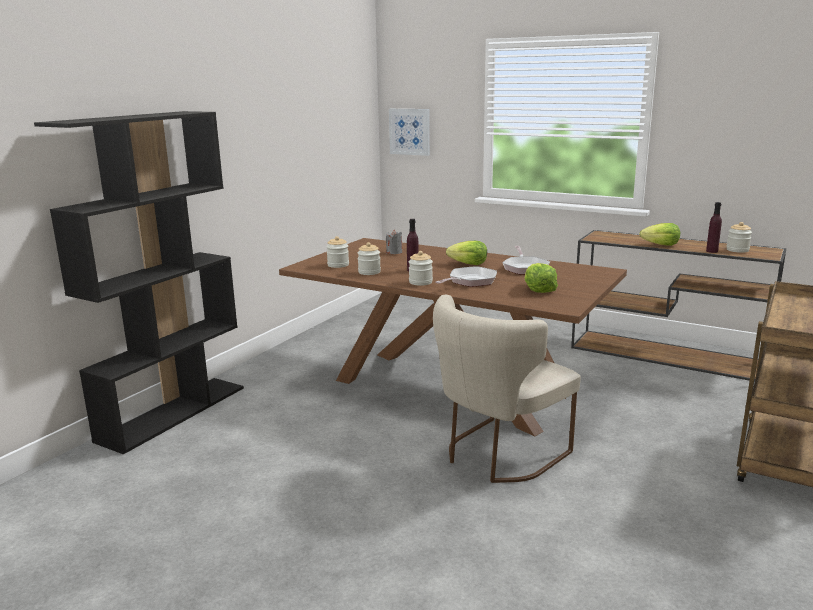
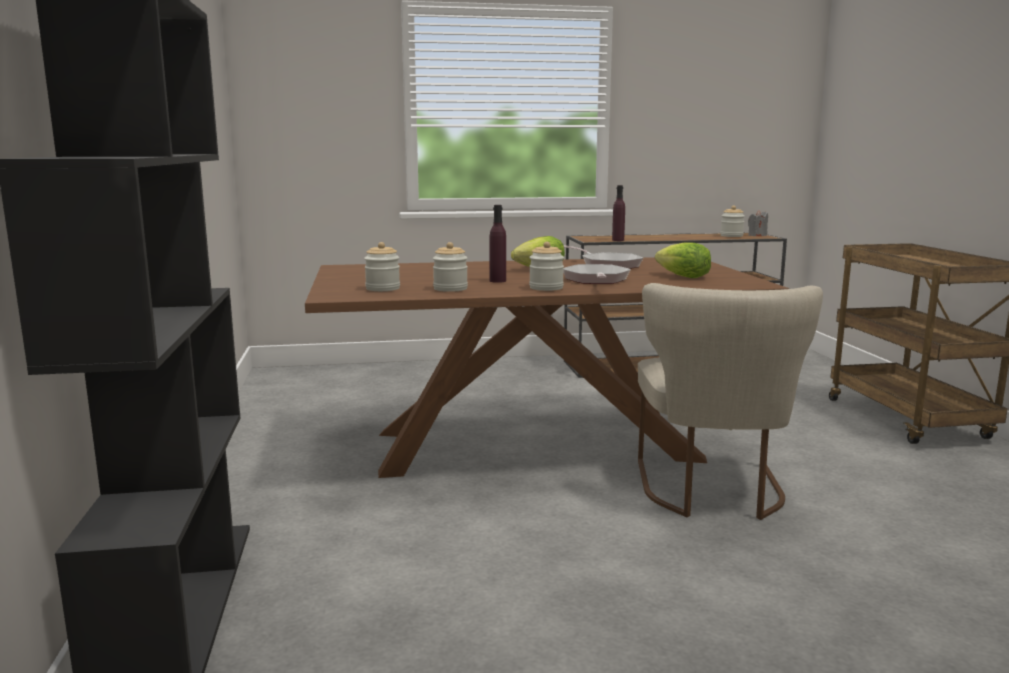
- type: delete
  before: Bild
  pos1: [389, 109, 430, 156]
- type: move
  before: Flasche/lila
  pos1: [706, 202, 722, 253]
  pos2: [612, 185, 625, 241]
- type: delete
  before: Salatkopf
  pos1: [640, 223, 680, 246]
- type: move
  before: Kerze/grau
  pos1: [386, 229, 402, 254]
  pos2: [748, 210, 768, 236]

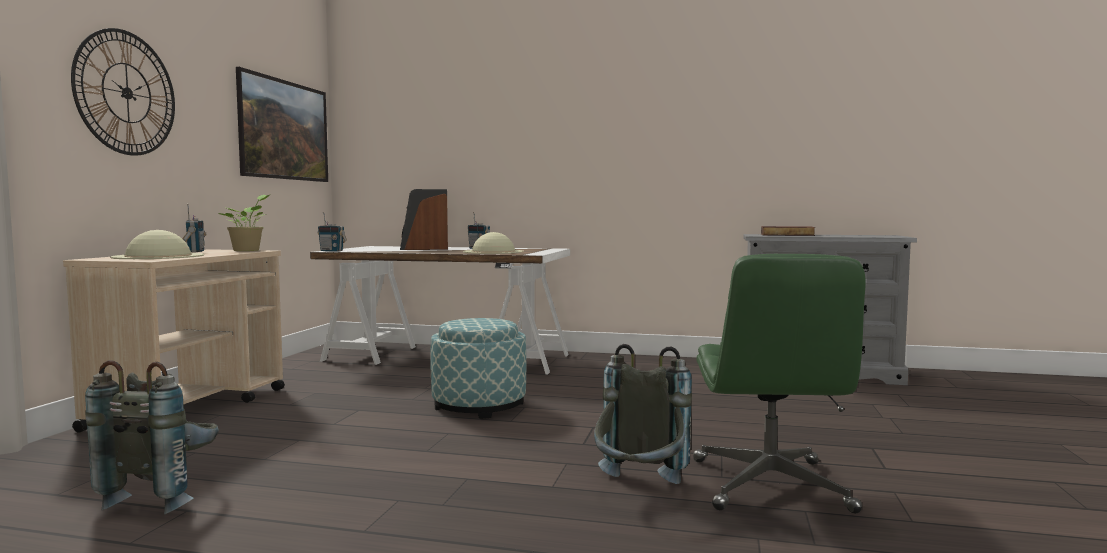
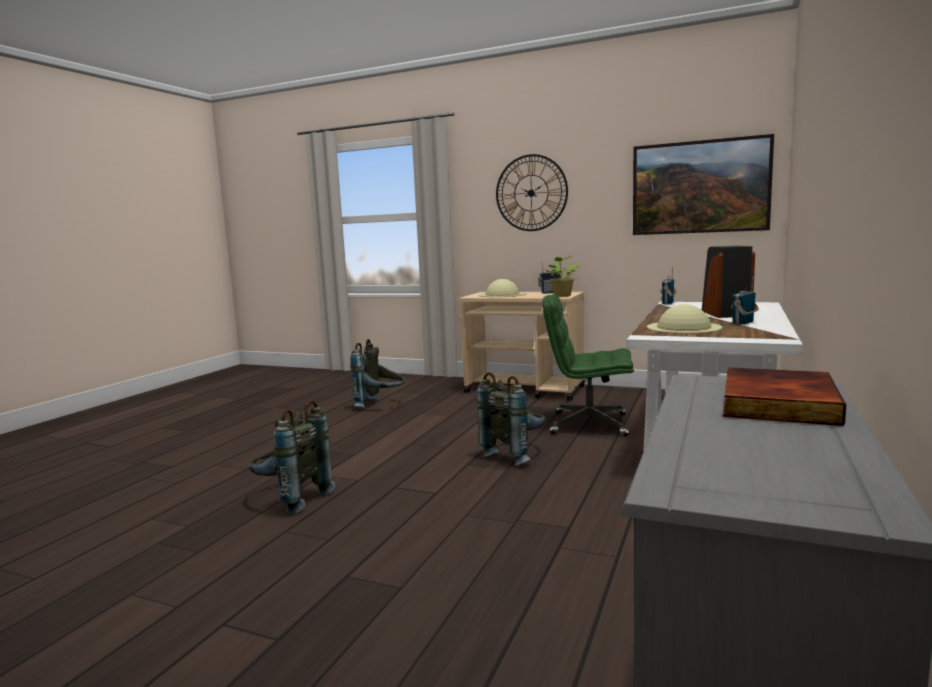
- type: move
  before: Bürostuhl/grün
  pos1: [693, 254, 866, 514]
  pos2: [542, 294, 634, 437]
- type: replace
  before: Polsterhocker
  after: Rucksack/grau
  pos1: [431, 318, 526, 419]
  pos2: [477, 372, 546, 465]

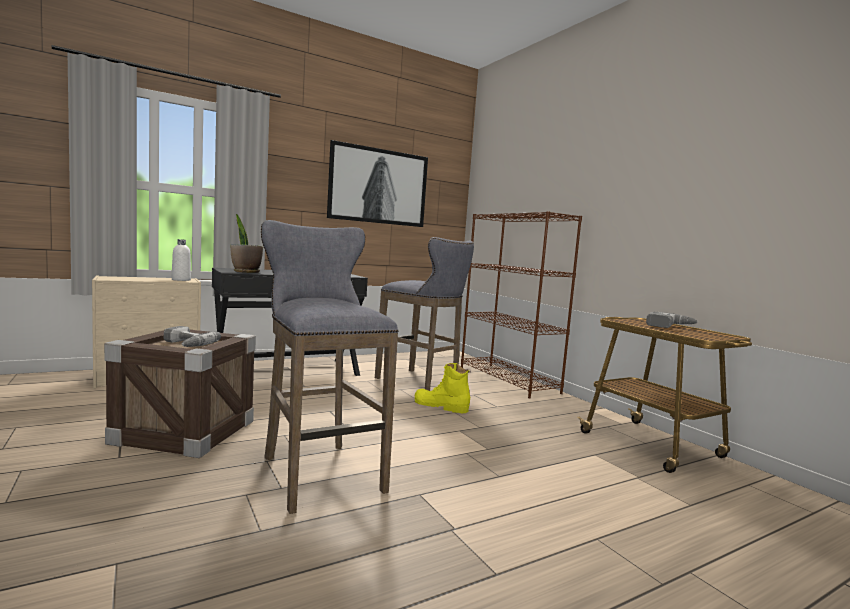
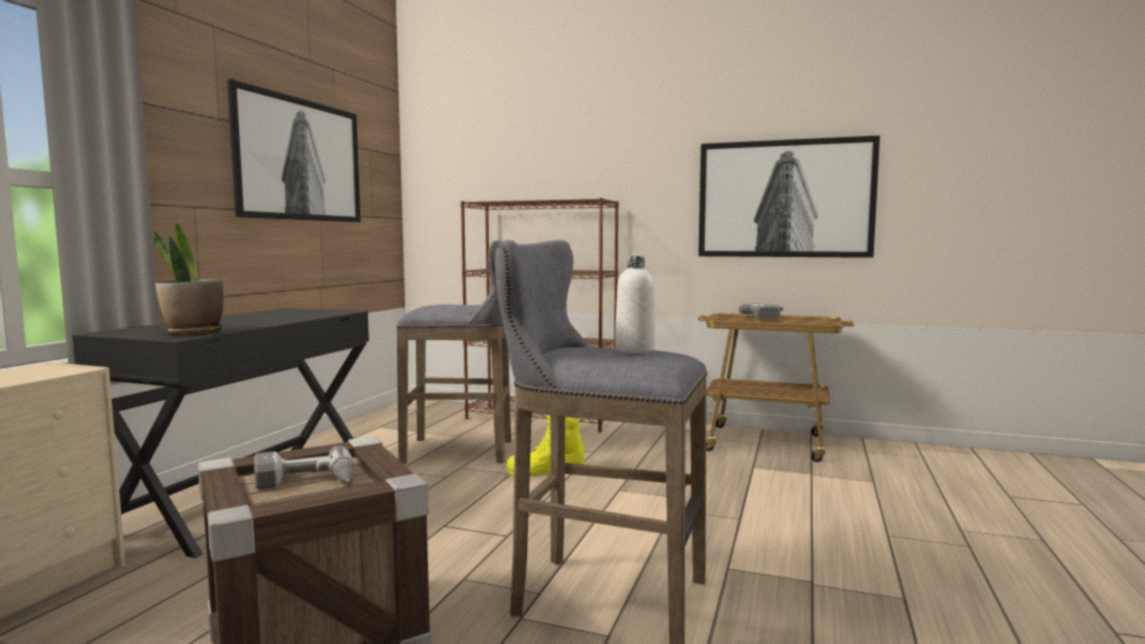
- type: move
  before: Flasche/weiß
  pos1: [172, 239, 191, 281]
  pos2: [615, 256, 656, 353]
- type: insert
  after: Bild
  pos2: [698, 135, 880, 258]

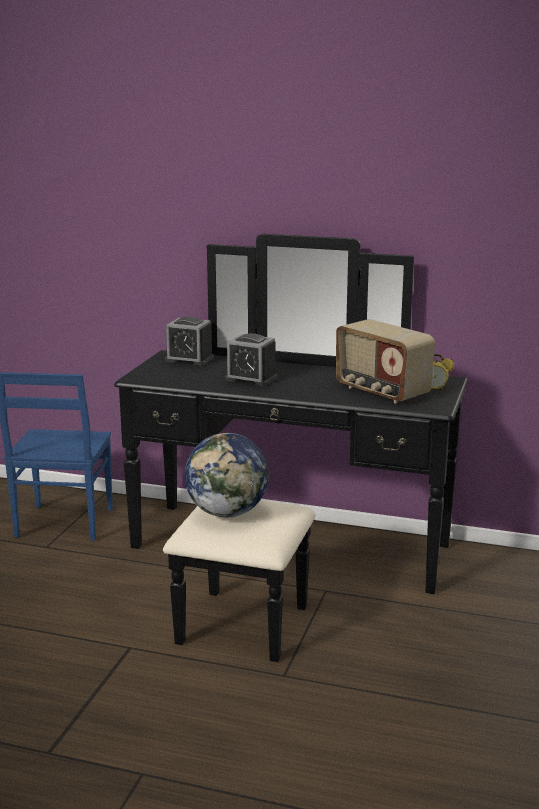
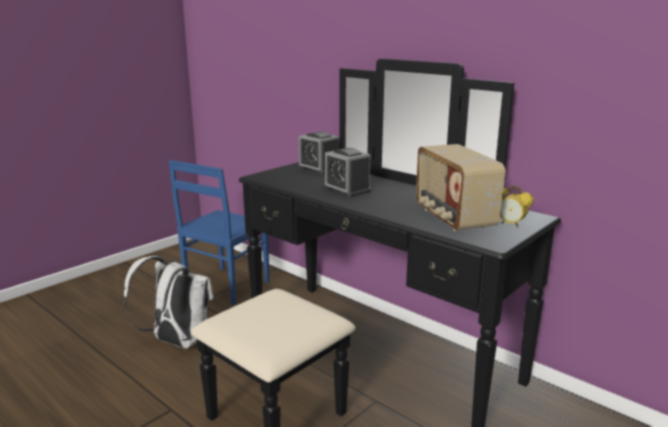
- type: delete
  before: Globus
  pos1: [185, 433, 269, 518]
- type: insert
  after: Rucksack/weiß
  pos2: [123, 256, 214, 348]

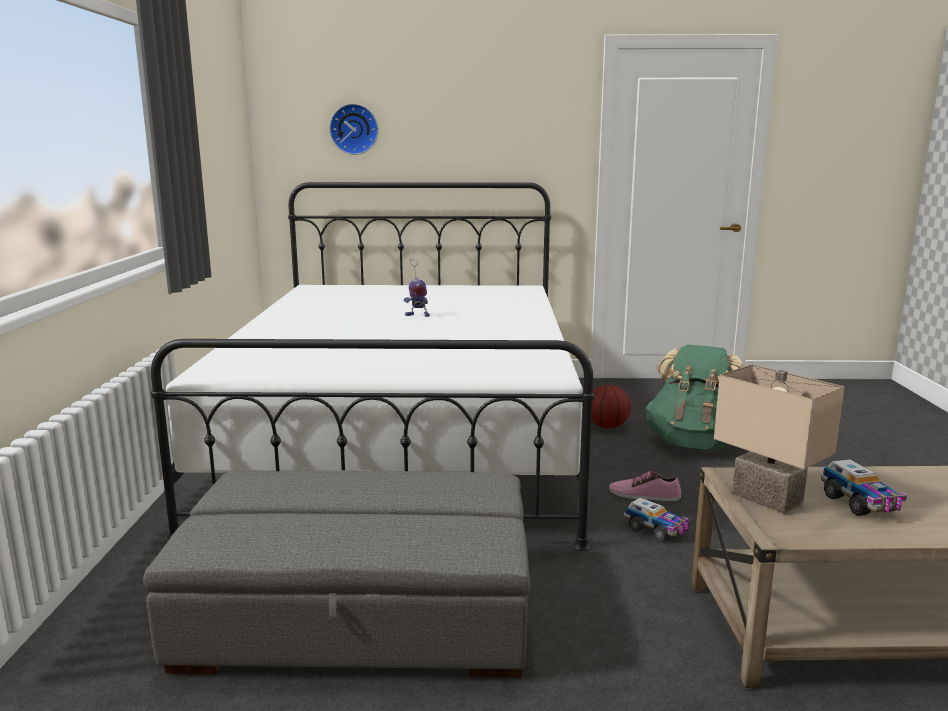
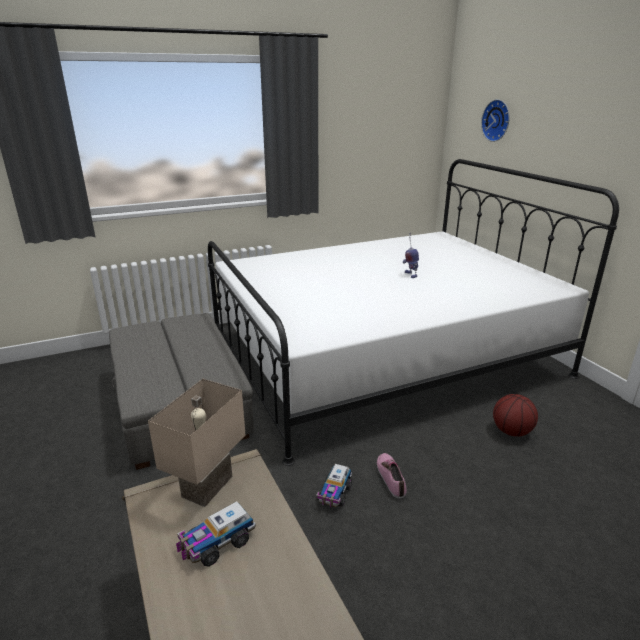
- type: delete
  before: Rucksack/grün
  pos1: [645, 344, 744, 450]

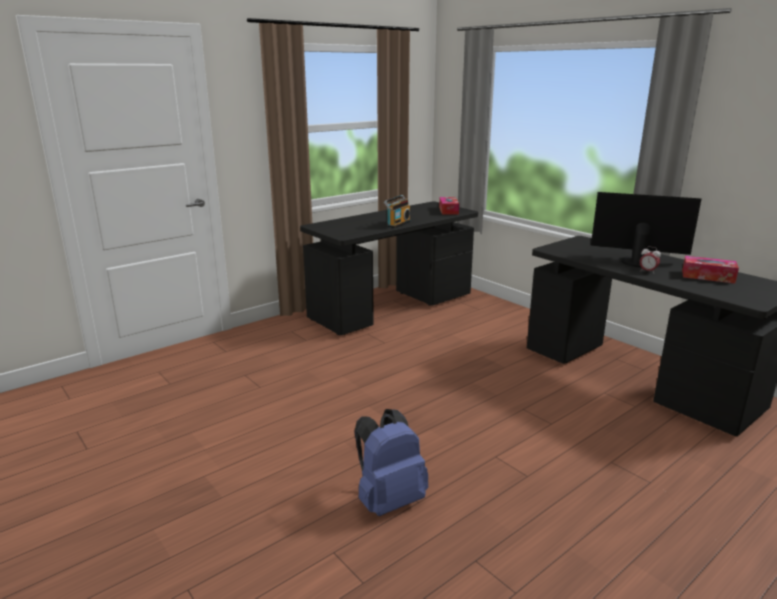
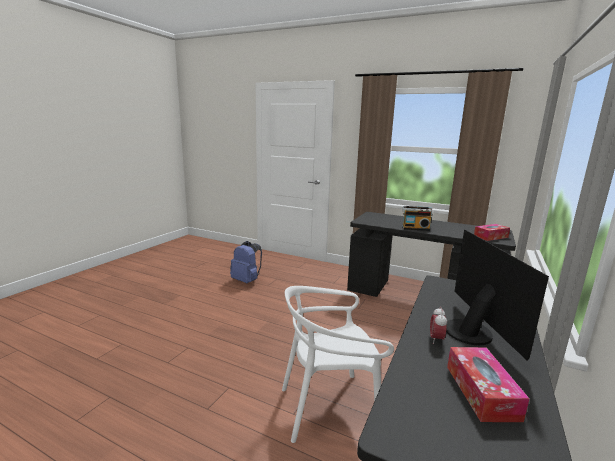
- type: move
  before: Rucksack/blau
  pos1: [354, 409, 428, 516]
  pos2: [230, 241, 262, 283]
- type: insert
  after: Stuhl/weiß
  pos2: [282, 286, 394, 443]

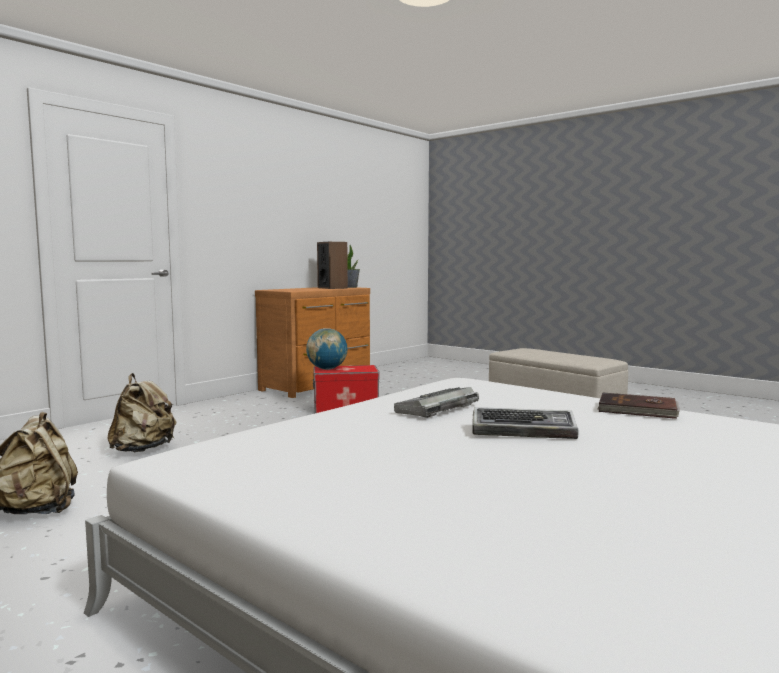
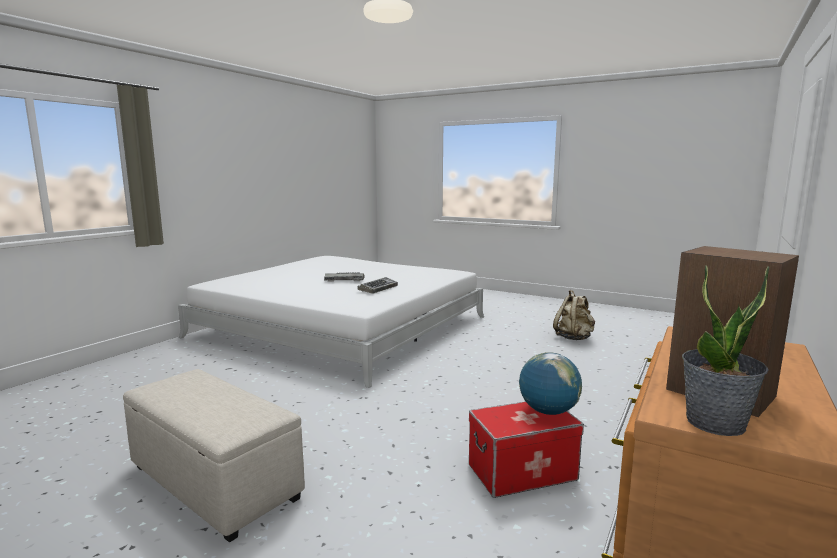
- type: delete
  before: Rucksack/beige
  pos1: [107, 373, 176, 452]
- type: delete
  before: Buch/braun
  pos1: [598, 392, 680, 419]

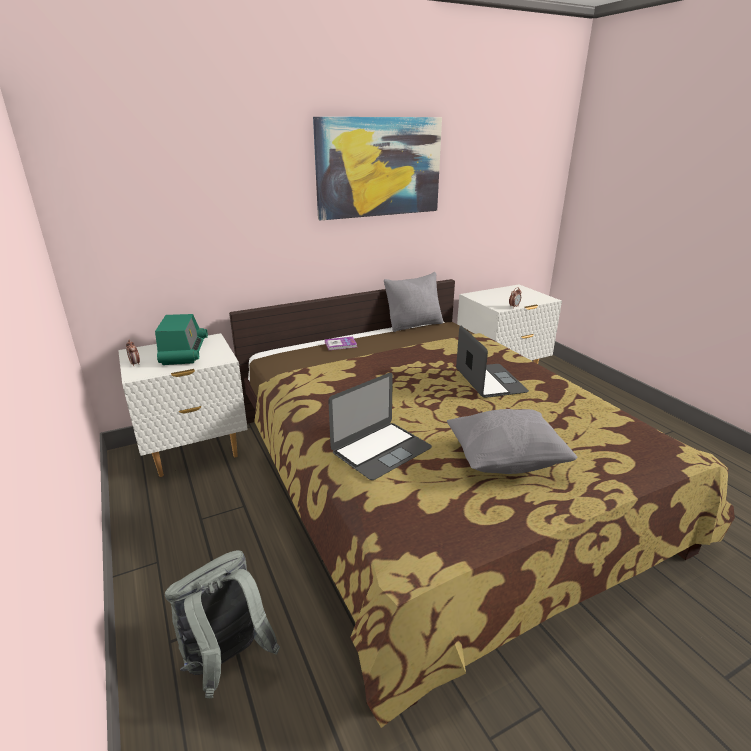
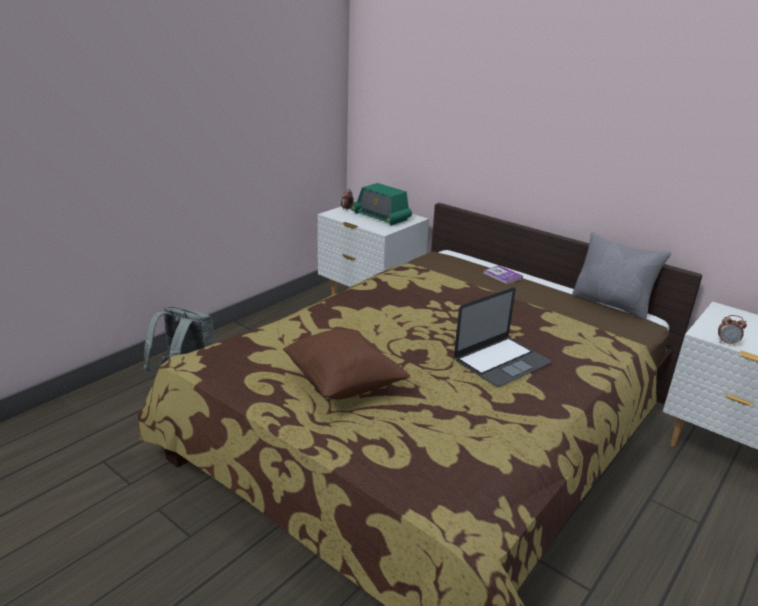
- type: delete
  before: Bild
  pos1: [313, 117, 442, 220]
- type: rotate
  before: Radio
  pos1: [155, 314, 208, 365]
  pos2: [350, 183, 412, 225]
  turn: 75
- type: delete
  before: Laptop
  pos1: [328, 373, 432, 480]
- type: recolor
  before: Kissen/grau
  after: Kissen/braun
  pos1: [447, 409, 578, 474]
  pos2: [283, 329, 410, 400]

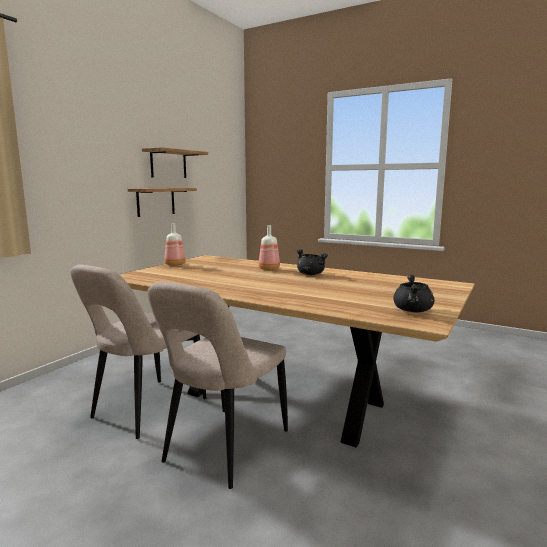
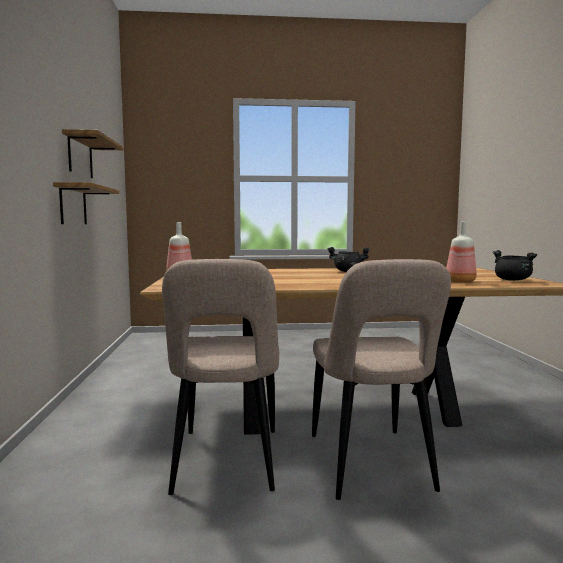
- type: move
  before: Flasche
  pos1: [259, 225, 280, 270]
  pos2: [446, 222, 477, 283]

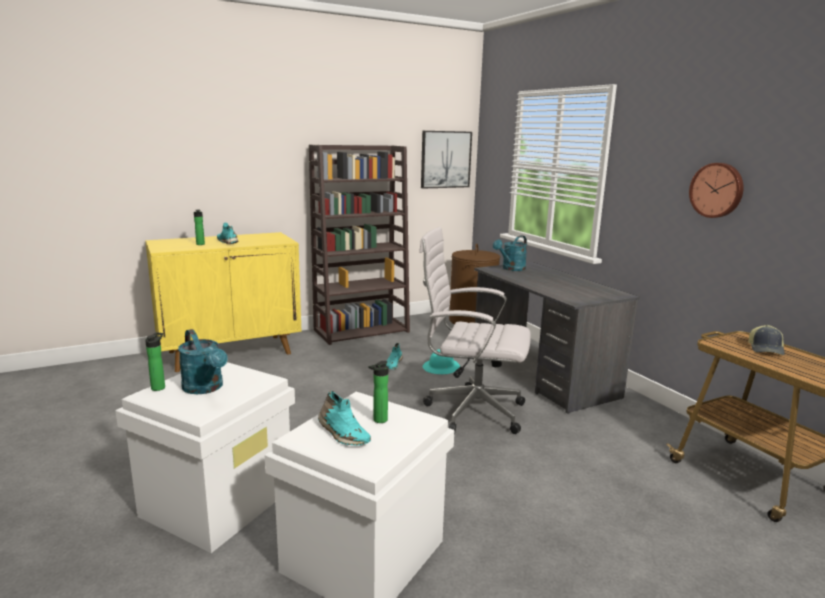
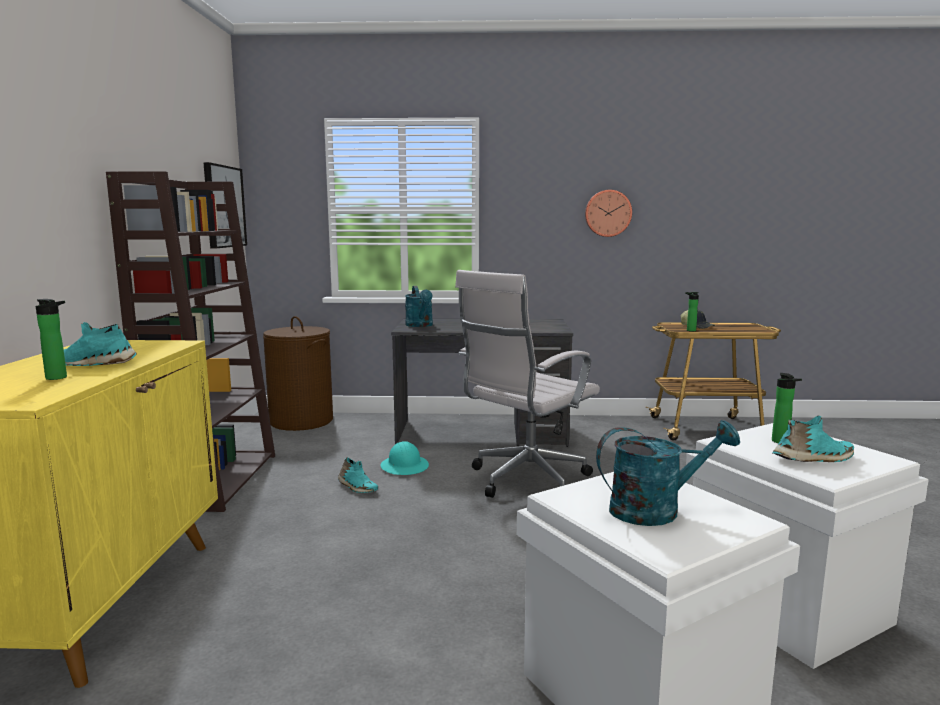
- type: move
  before: Flasche
  pos1: [145, 333, 165, 391]
  pos2: [685, 292, 699, 331]

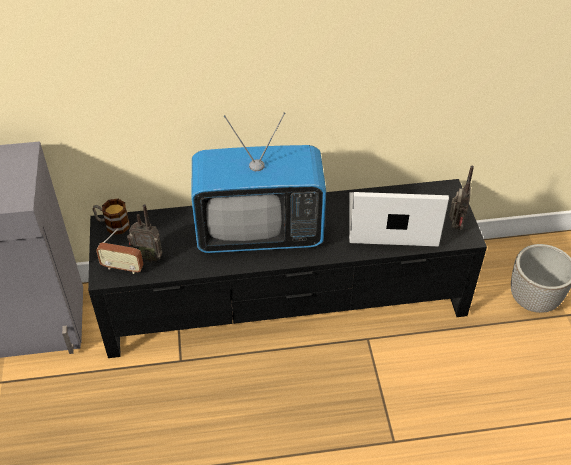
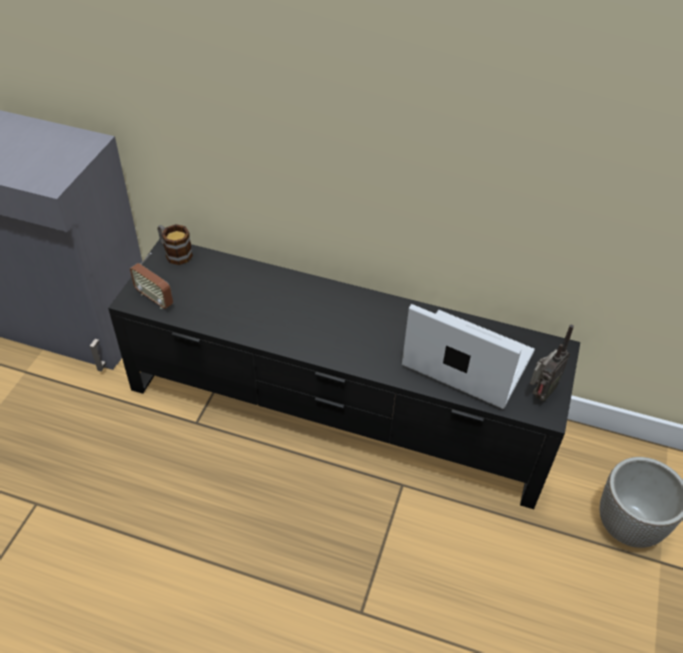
- type: delete
  before: Fernseher
  pos1: [191, 112, 326, 253]
- type: delete
  before: Radio
  pos1: [127, 204, 163, 262]

